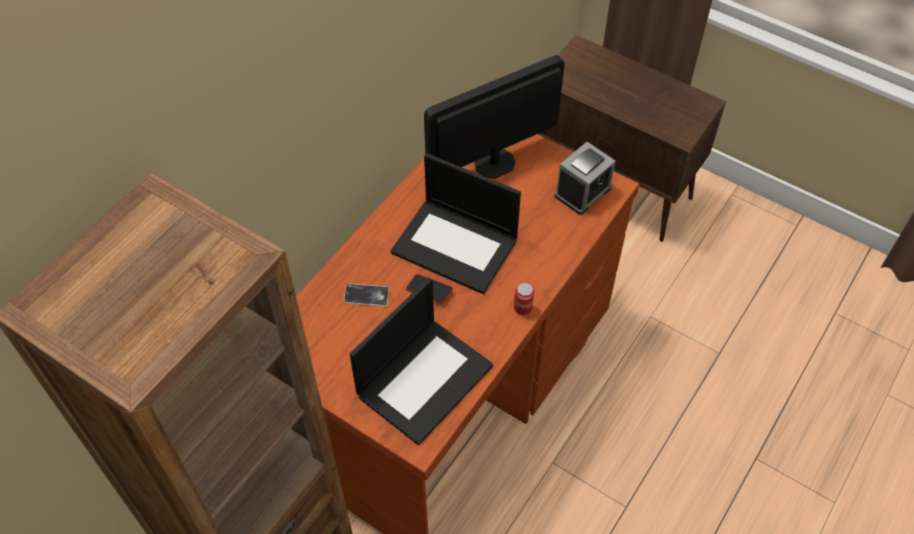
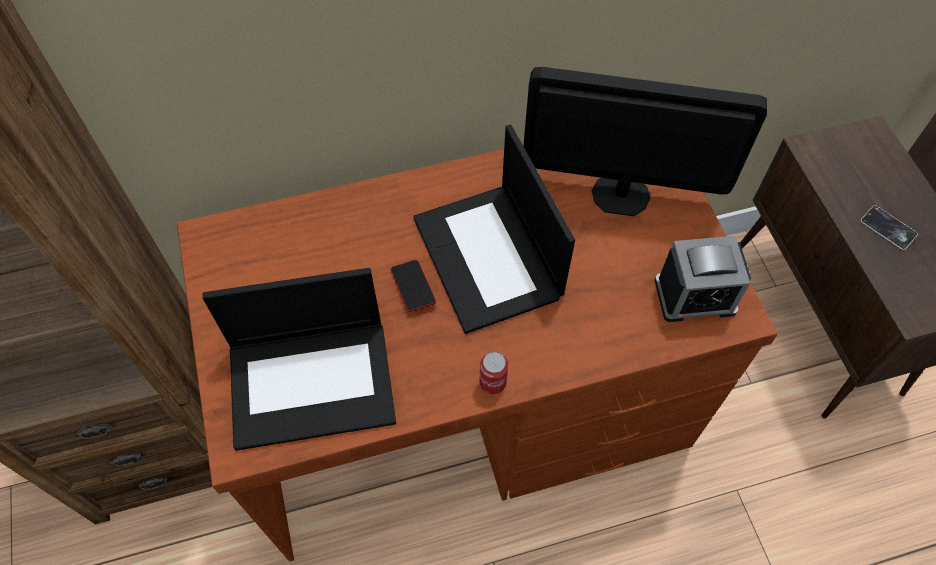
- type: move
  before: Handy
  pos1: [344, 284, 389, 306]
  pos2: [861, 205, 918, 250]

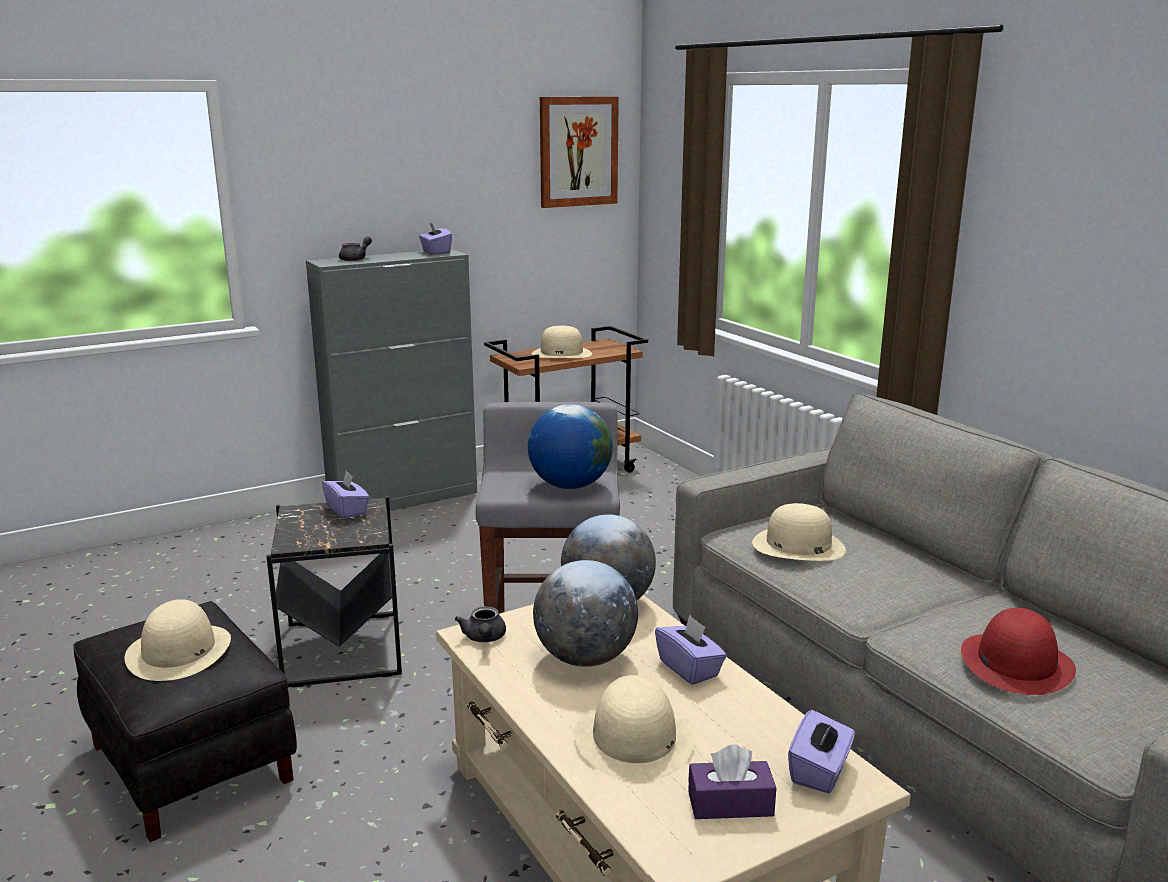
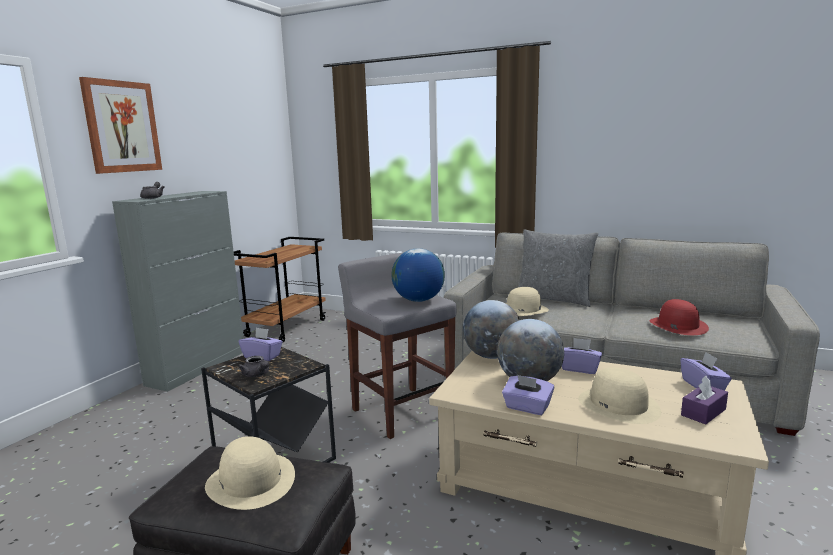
- type: move
  before: Bild
  pos1: [540, 97, 619, 208]
  pos2: [79, 77, 162, 174]
- type: move
  before: Taschentuchbox/lila
  pos1: [419, 222, 452, 255]
  pos2: [502, 375, 554, 415]
- type: delete
  before: Hut/beige
  pos1: [531, 326, 592, 358]
- type: move
  before: Teekanne/grau
  pos1: [455, 606, 506, 642]
  pos2: [238, 356, 269, 377]
- type: insert
  after: Kissen/grau
  pos2: [518, 229, 598, 307]

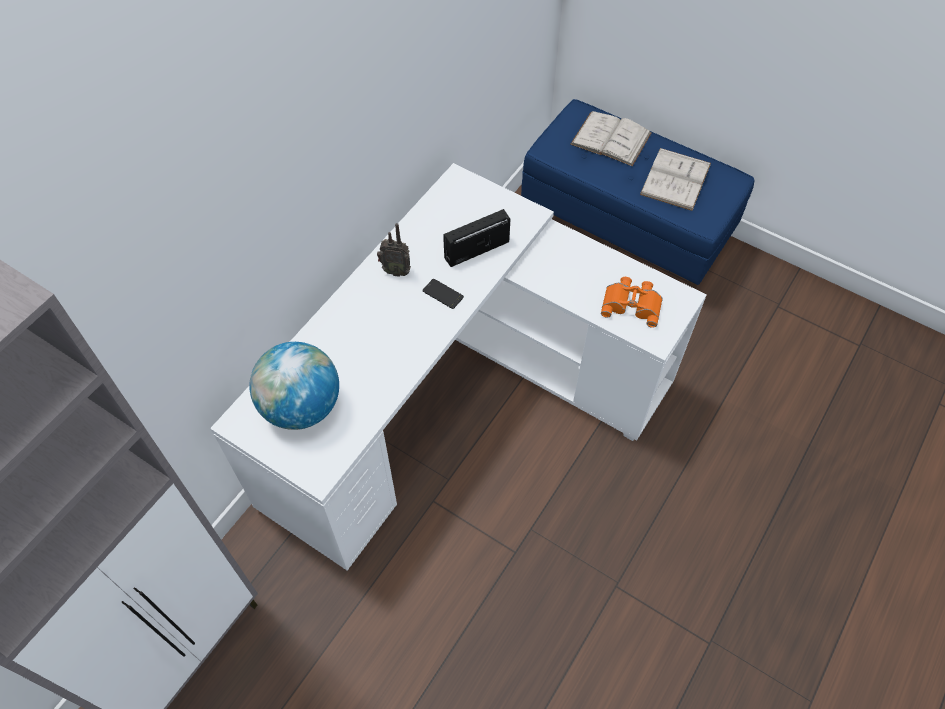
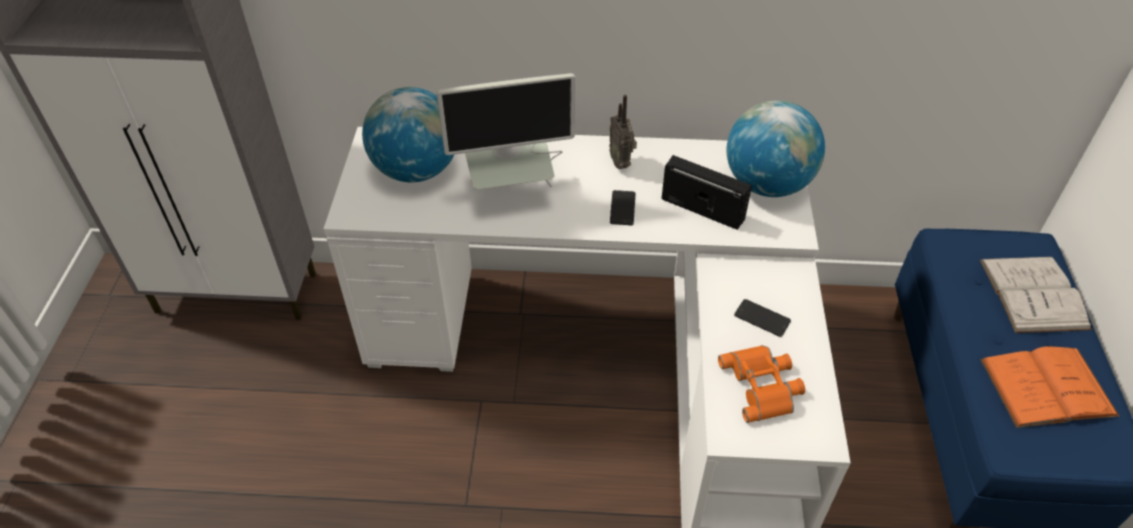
- type: recolor
  before: Buch/weiß
  after: Buch/orange
  pos1: [640, 148, 711, 211]
  pos2: [980, 346, 1120, 428]
- type: insert
  after: Monitor
  pos2: [436, 73, 575, 189]
- type: insert
  after: Globus
  pos2: [727, 100, 825, 197]
- type: insert
  after: Handy
  pos2: [734, 299, 791, 337]

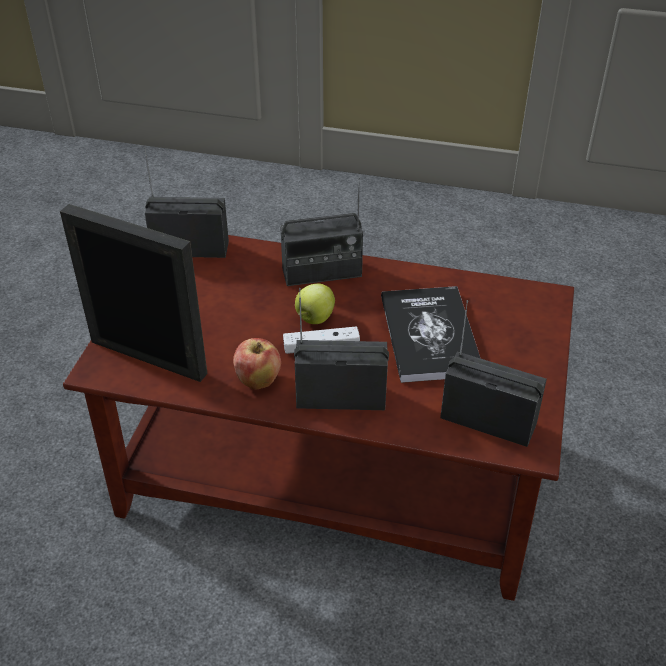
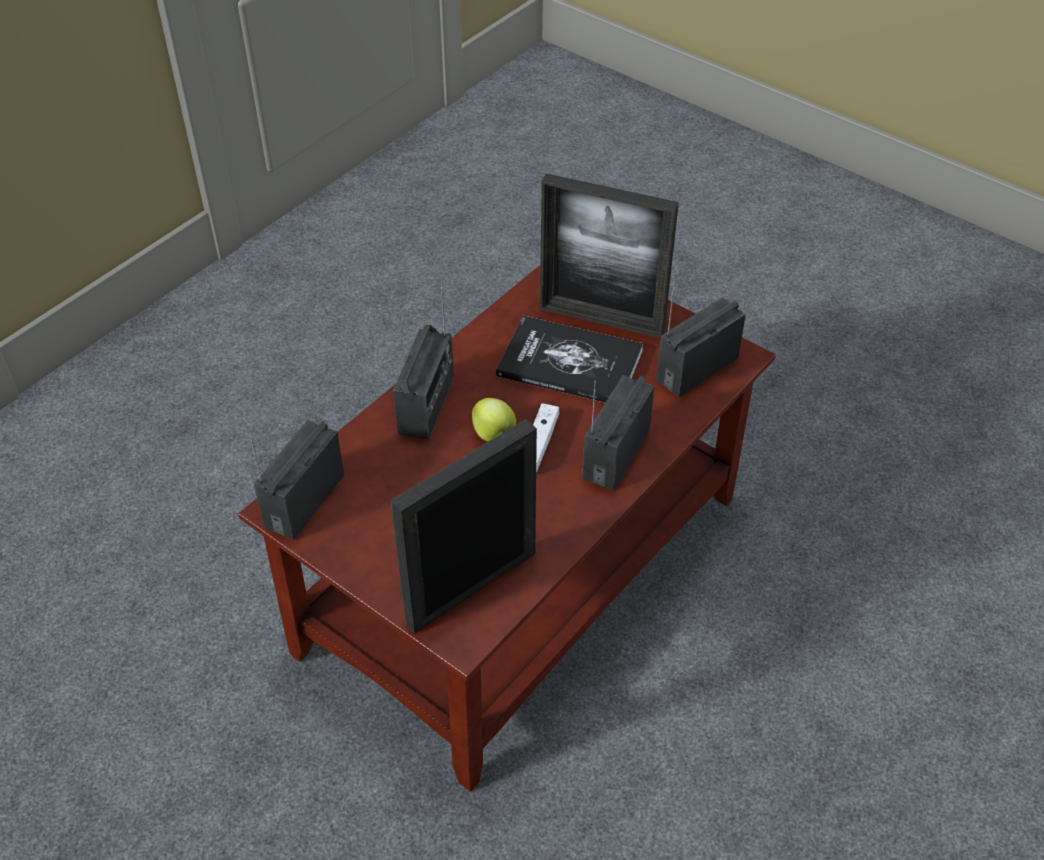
- type: delete
  before: Apfel
  pos1: [233, 338, 281, 390]
- type: insert
  after: Bilderrahmen
  pos2: [540, 173, 679, 338]

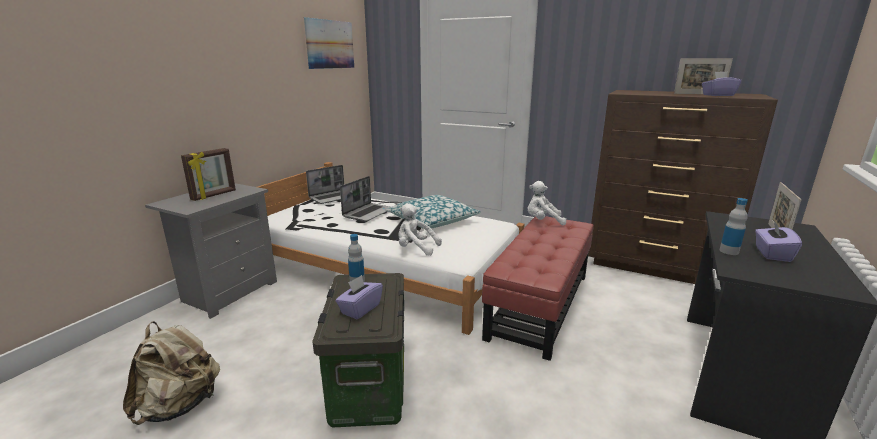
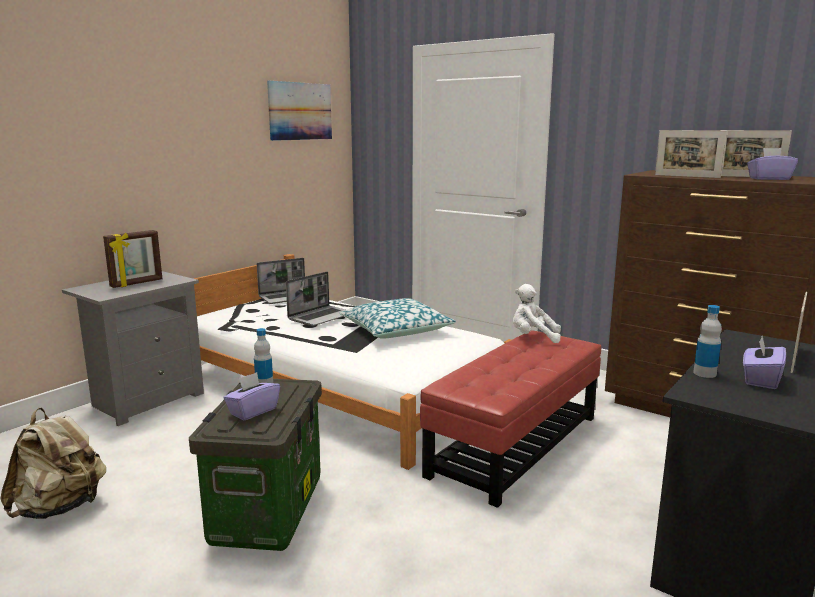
- type: delete
  before: Plüschtier/weiß
  pos1: [398, 204, 442, 256]
- type: insert
  after: Bilderrahmen
  pos2: [655, 130, 727, 178]

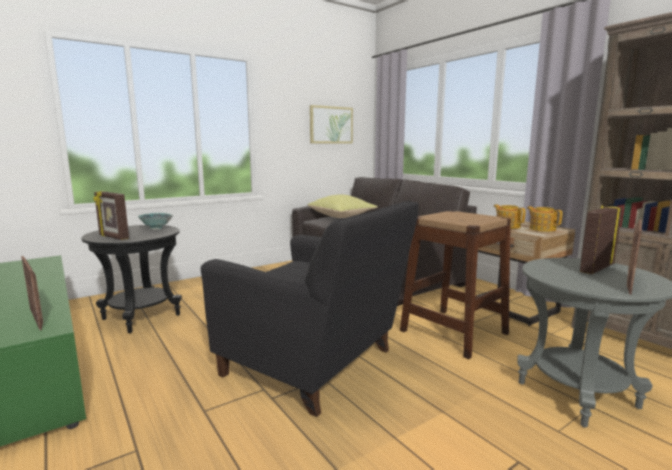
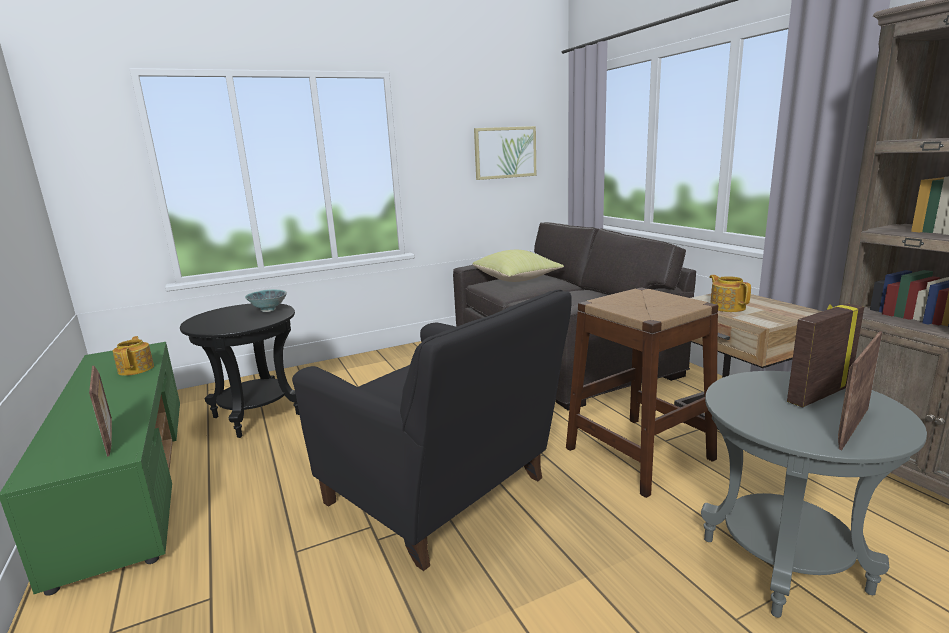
- type: delete
  before: Bilderrahmen
  pos1: [93, 191, 129, 240]
- type: move
  before: Teekanne
  pos1: [527, 206, 563, 232]
  pos2: [113, 336, 154, 376]

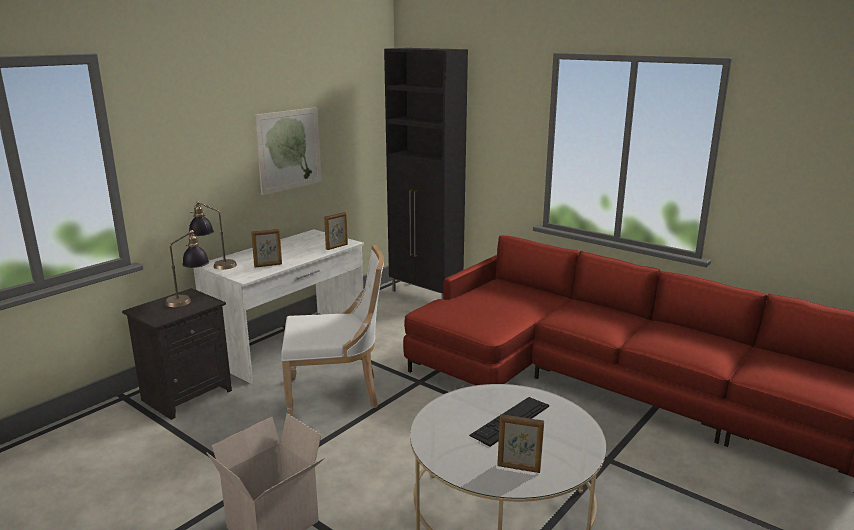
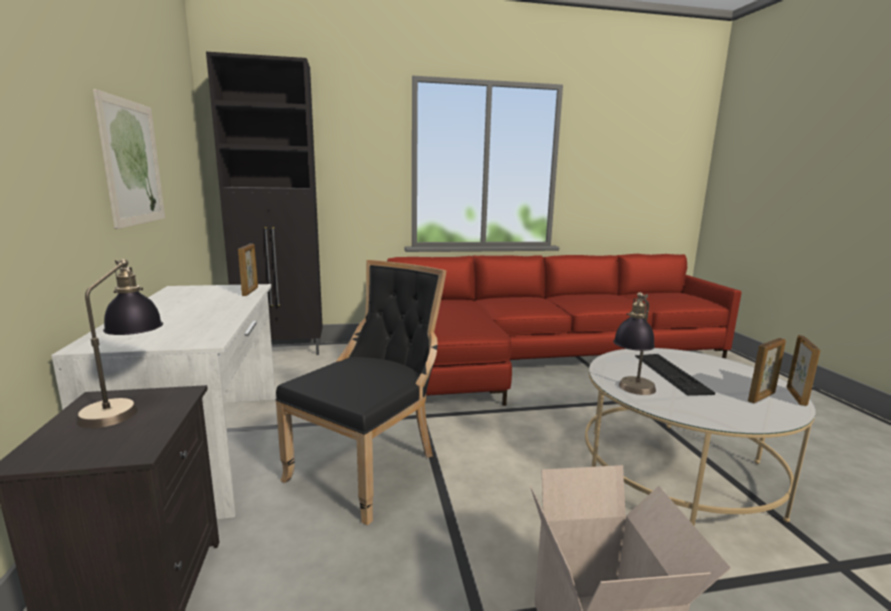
- type: move
  before: Tischlampe
  pos1: [189, 201, 237, 270]
  pos2: [613, 292, 656, 395]
- type: move
  before: Bilderrahmen
  pos1: [251, 229, 282, 268]
  pos2: [786, 335, 821, 406]
- type: recolor
  before: Stuhl/weiß
  after: Stuhl/schwarz
  pos1: [281, 245, 384, 416]
  pos2: [275, 260, 446, 525]

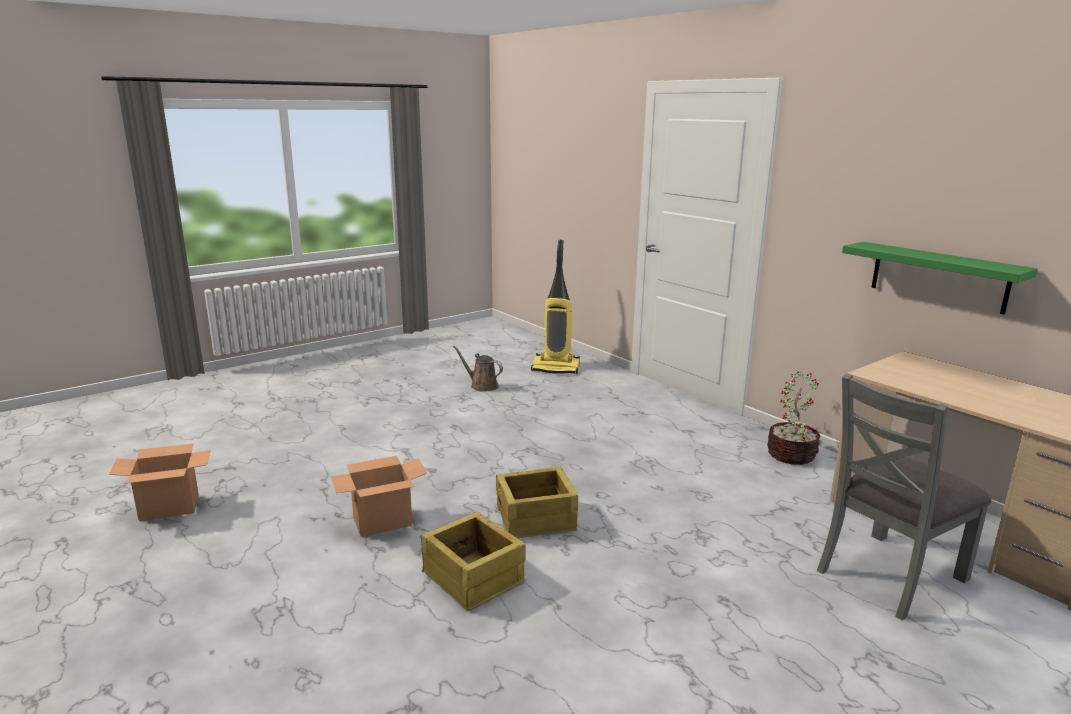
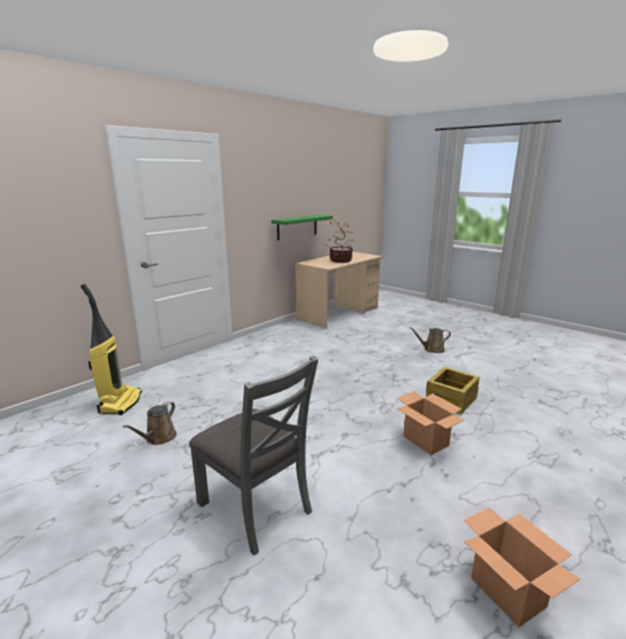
- type: move
  before: Topfpflanze
  pos1: [767, 371, 821, 465]
  pos2: [325, 220, 354, 263]
- type: move
  before: Stuhl/grau
  pos1: [817, 373, 991, 621]
  pos2: [189, 356, 318, 556]
- type: delete
  before: Kiste
  pos1: [496, 466, 578, 538]
- type: insert
  after: Gießkanne/braun
  pos2: [410, 327, 451, 353]

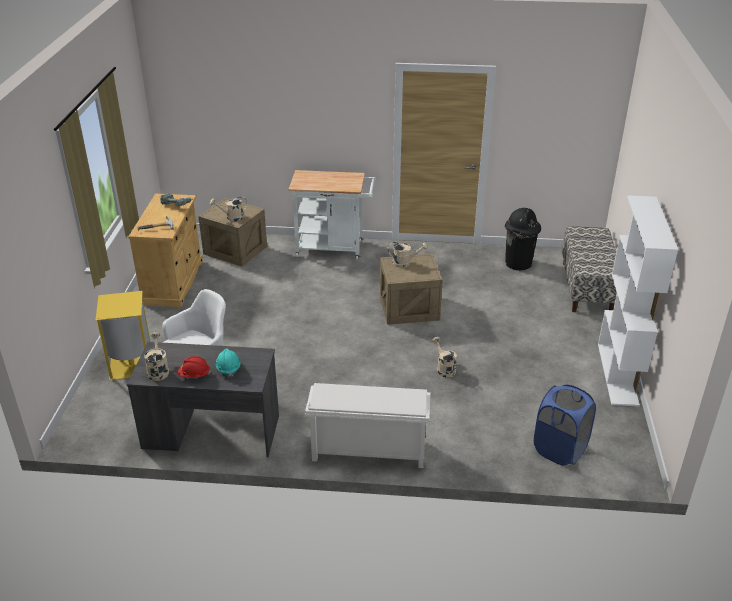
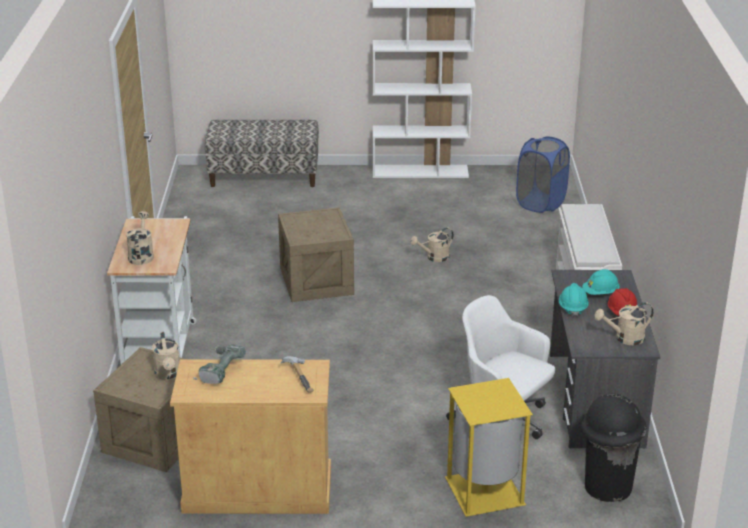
- type: move
  before: Mülleimer/schwarz
  pos1: [505, 208, 541, 270]
  pos2: [581, 394, 647, 502]
- type: move
  before: Gießkanne/beige
  pos1: [388, 242, 428, 268]
  pos2: [126, 211, 154, 265]
- type: insert
  after: Schutzhelm/türkis
  pos2: [559, 283, 589, 318]

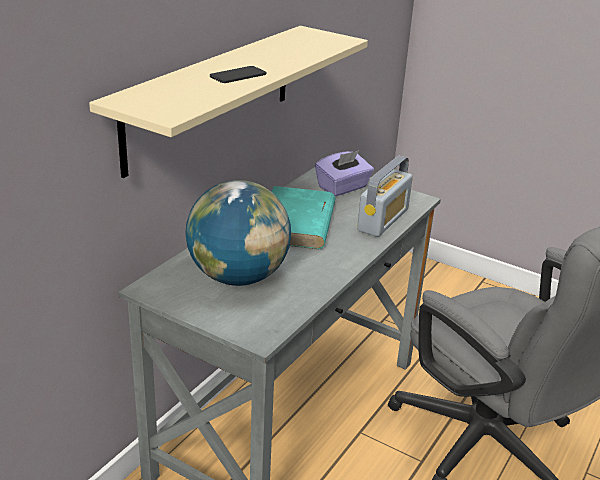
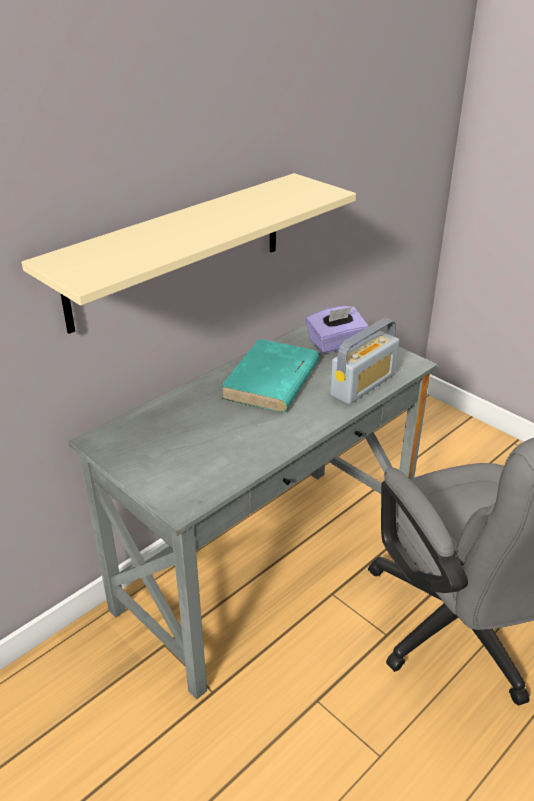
- type: delete
  before: Handy
  pos1: [210, 66, 266, 83]
- type: delete
  before: Globus
  pos1: [186, 180, 291, 286]

